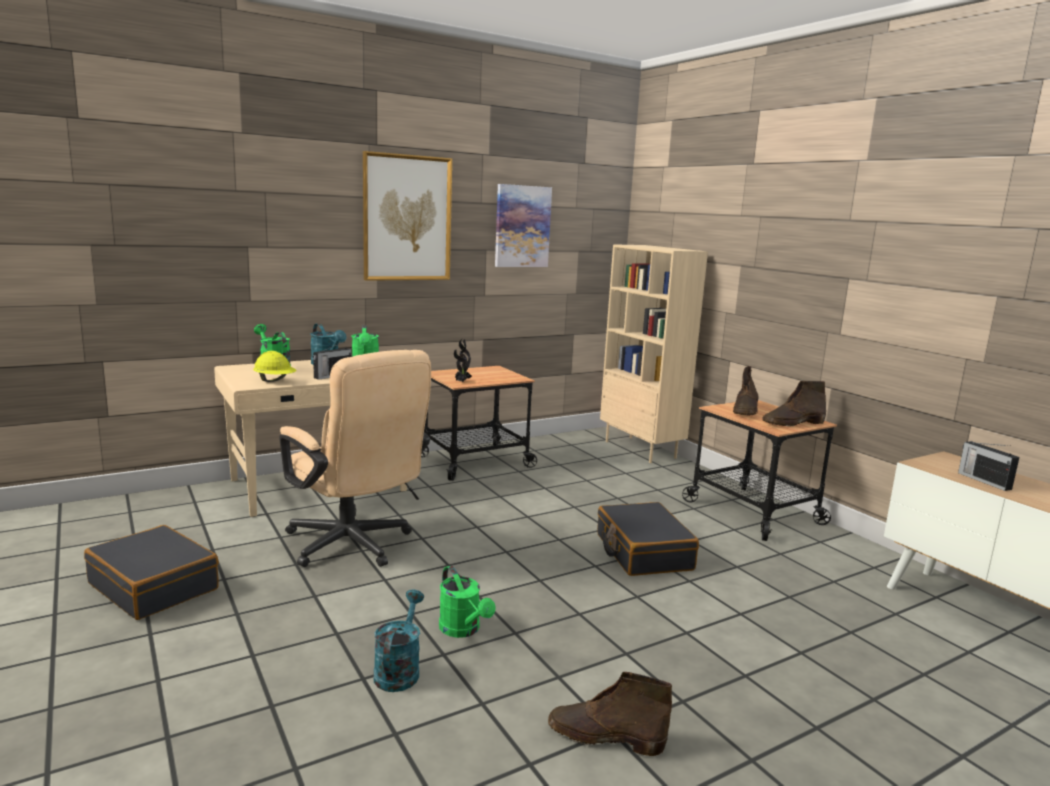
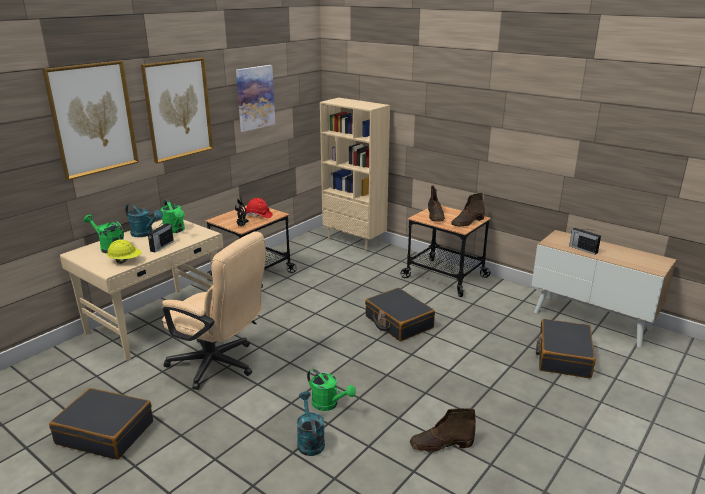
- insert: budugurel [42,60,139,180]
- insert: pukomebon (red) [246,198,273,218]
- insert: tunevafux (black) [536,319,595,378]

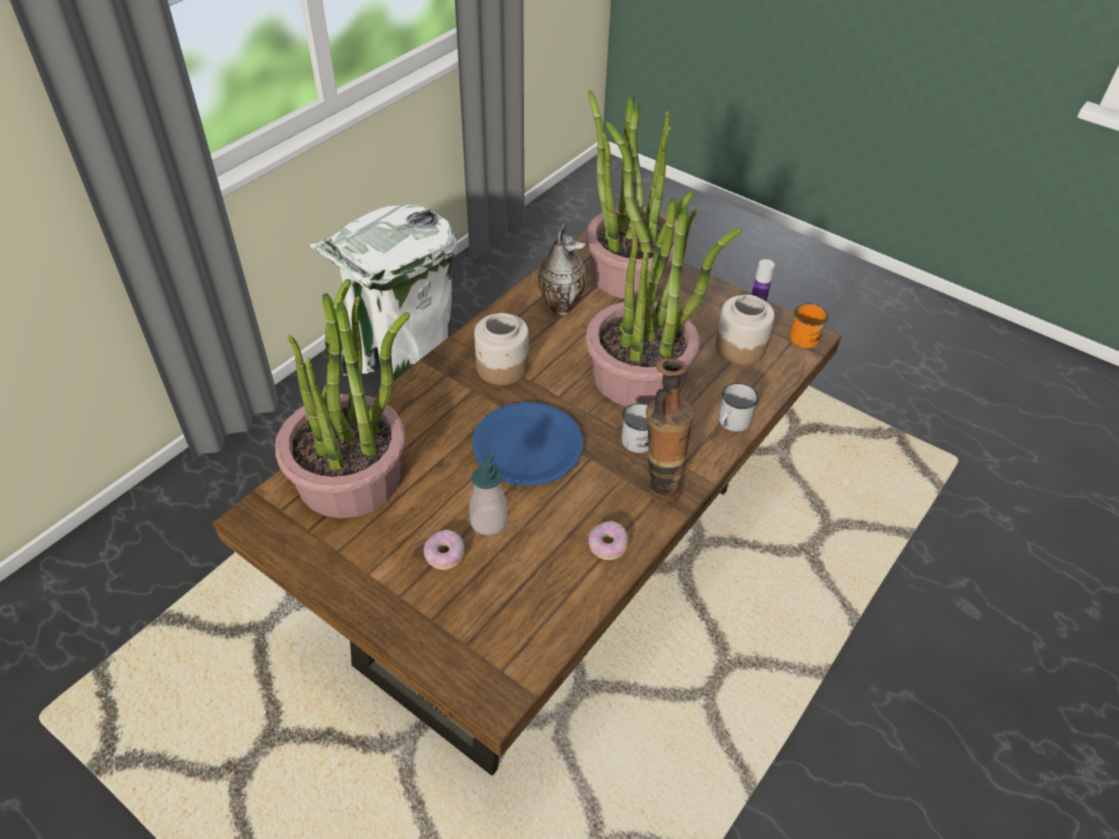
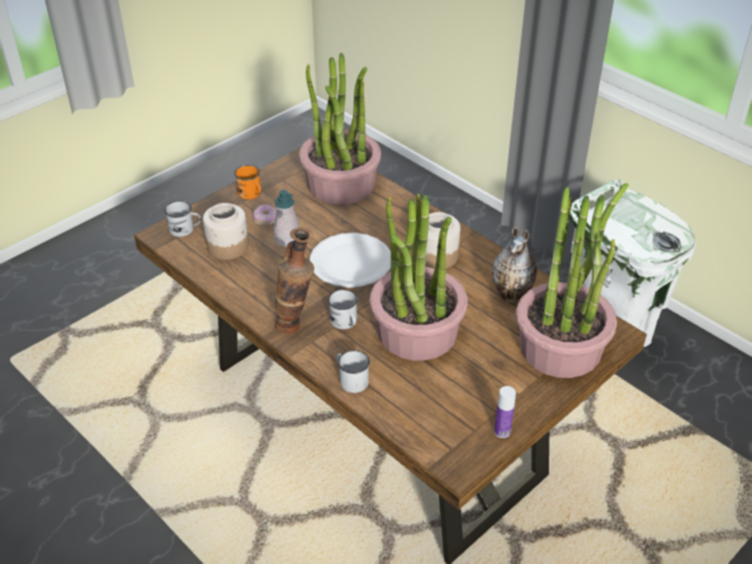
- recolor: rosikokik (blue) [472,402,583,486] to rosikokik (white) [310,233,391,288]
- delete: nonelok [588,521,628,560]
- move: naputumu [715,295,775,365] to [203,203,249,260]
- move: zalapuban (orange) [790,303,828,348] to [234,165,261,199]
- insert: zalapuban (white) [164,201,201,237]

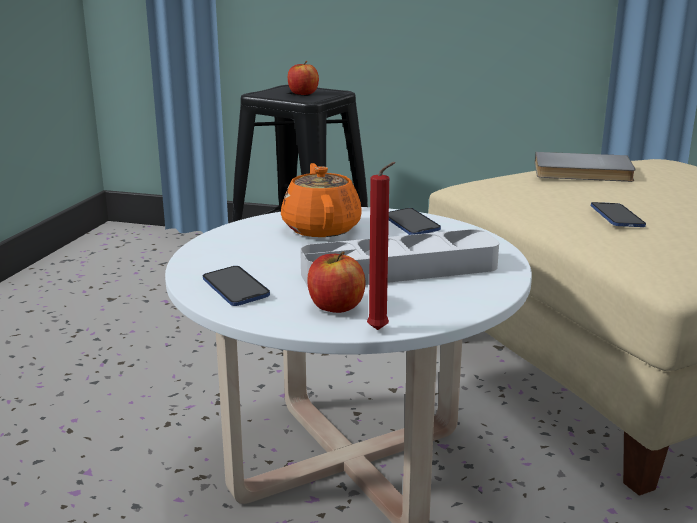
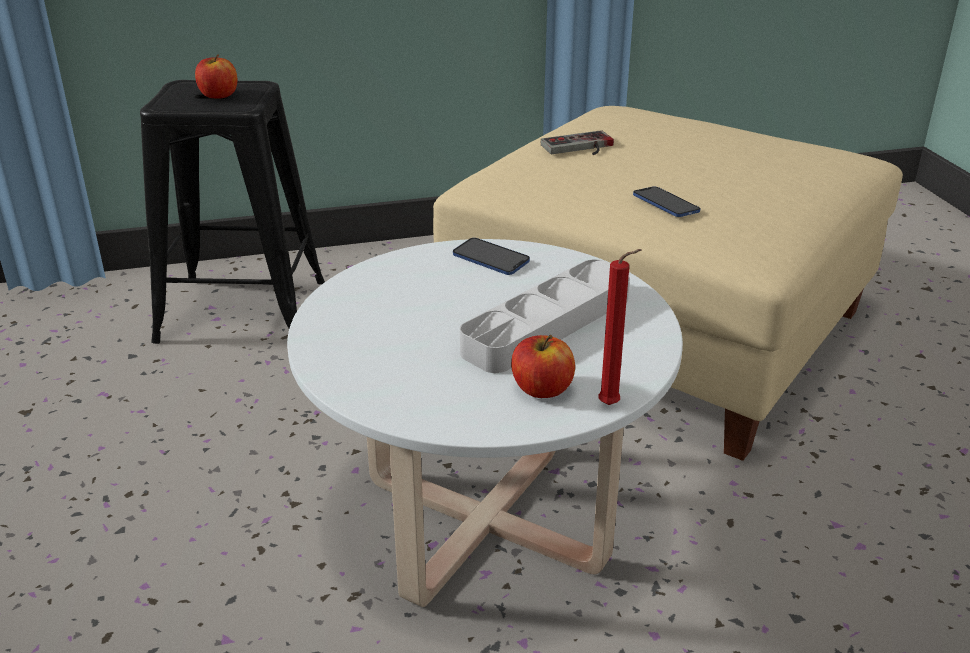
- delete: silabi [203,266,270,306]
- delete: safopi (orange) [281,163,362,237]
- replace: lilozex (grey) [535,152,636,182] to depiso [541,130,614,155]

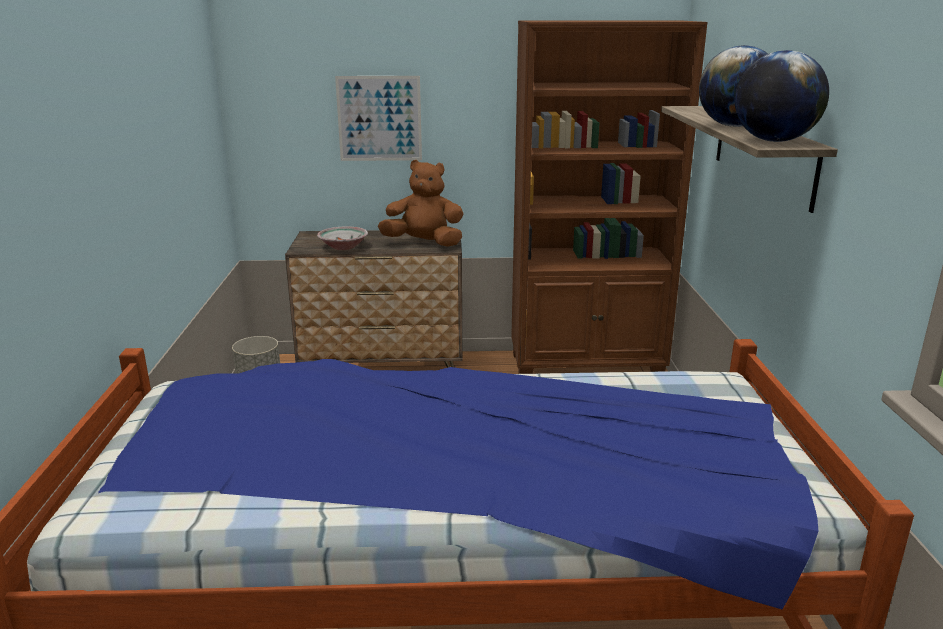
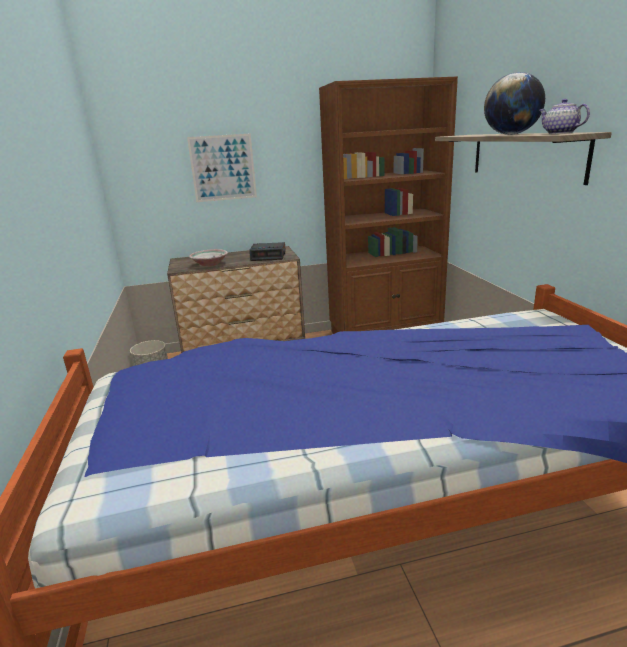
- replace: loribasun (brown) [378,160,464,247] to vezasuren [249,242,286,261]
- replace: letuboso [735,50,829,142] to safopi [539,99,590,134]

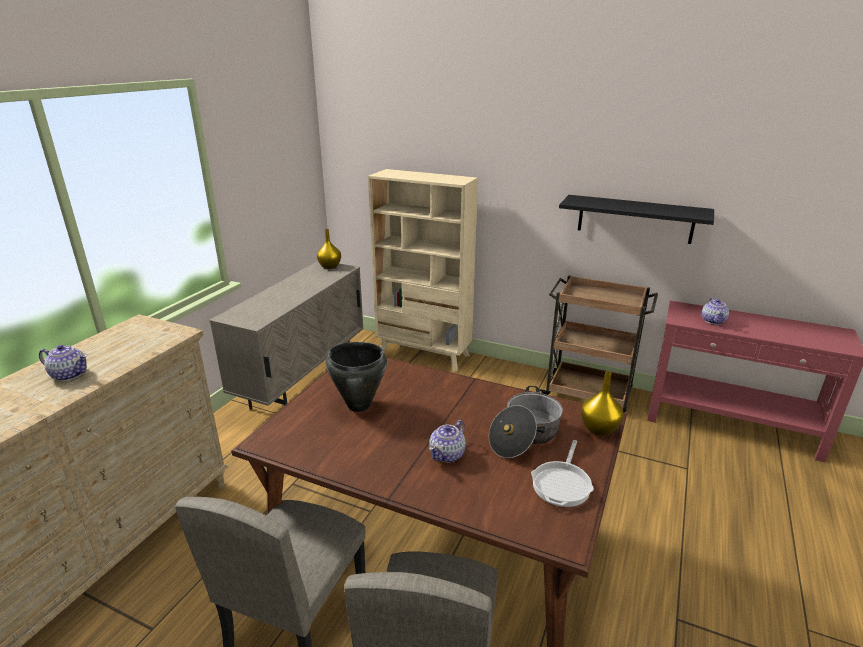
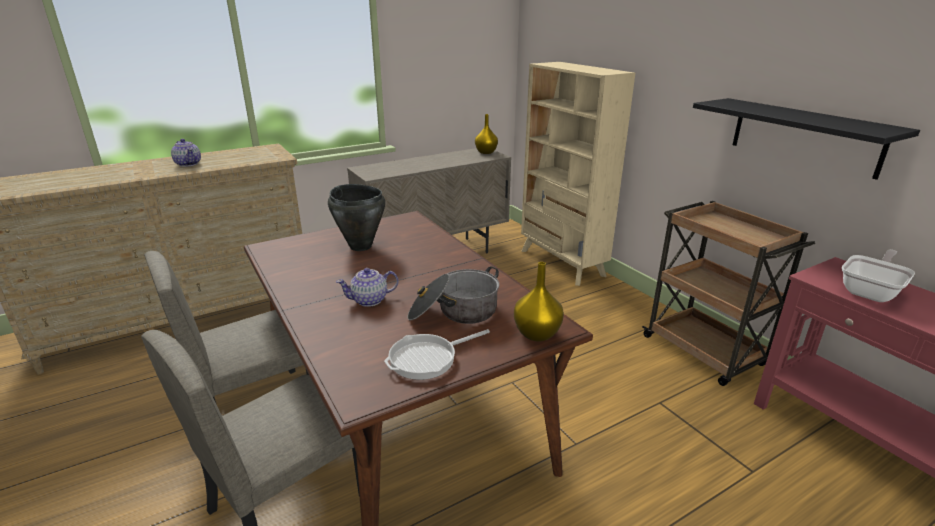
- replace: safopi [702,298,729,325] to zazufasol [842,249,915,302]

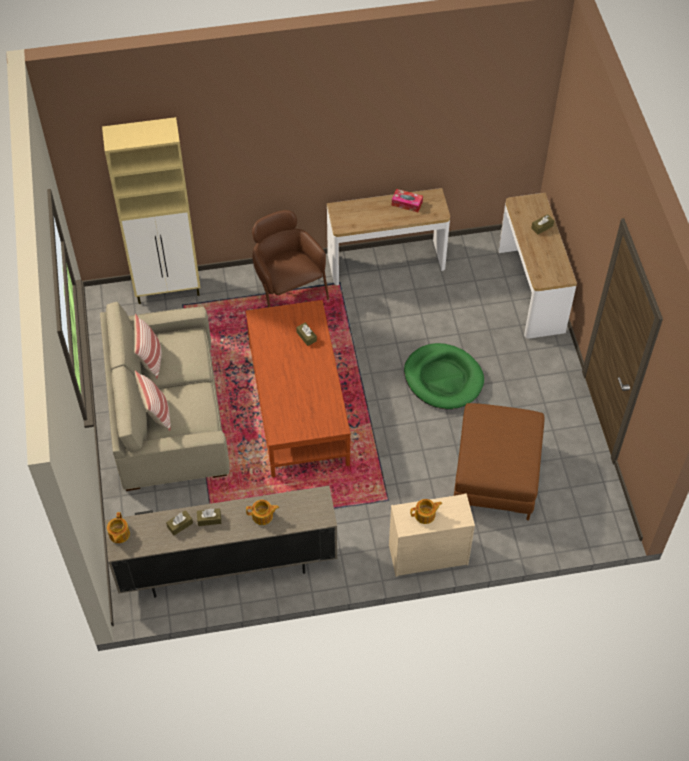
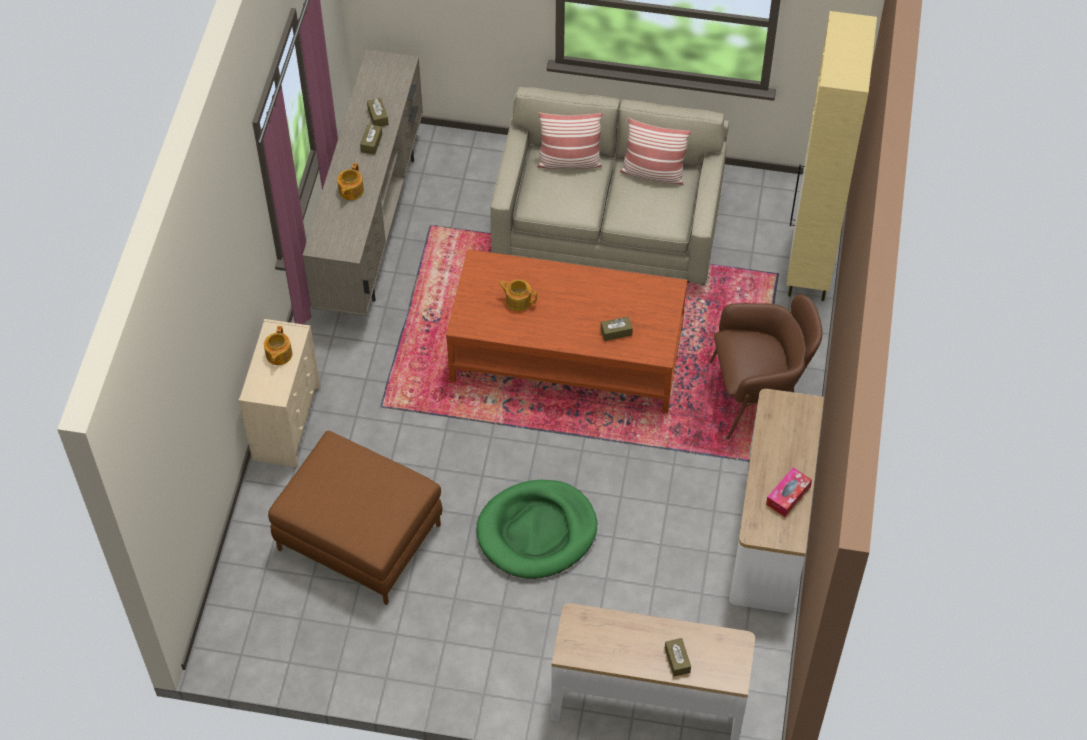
- move: safopi [107,512,130,543] to [498,280,537,311]

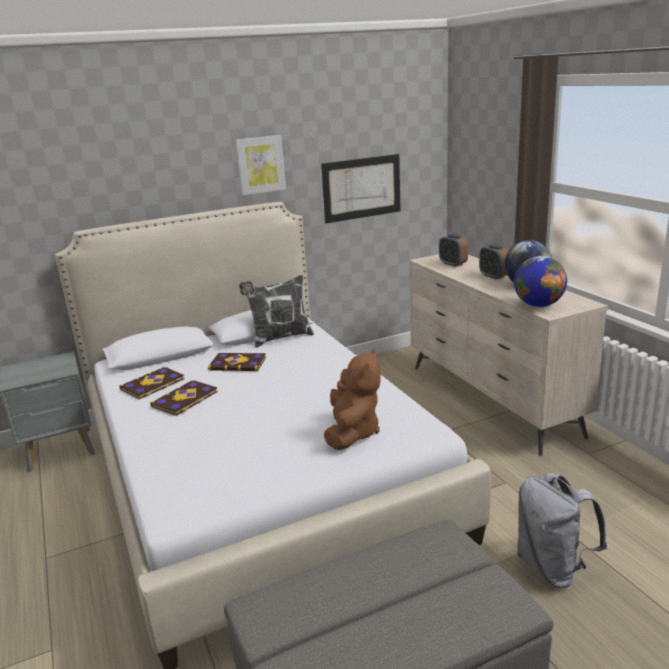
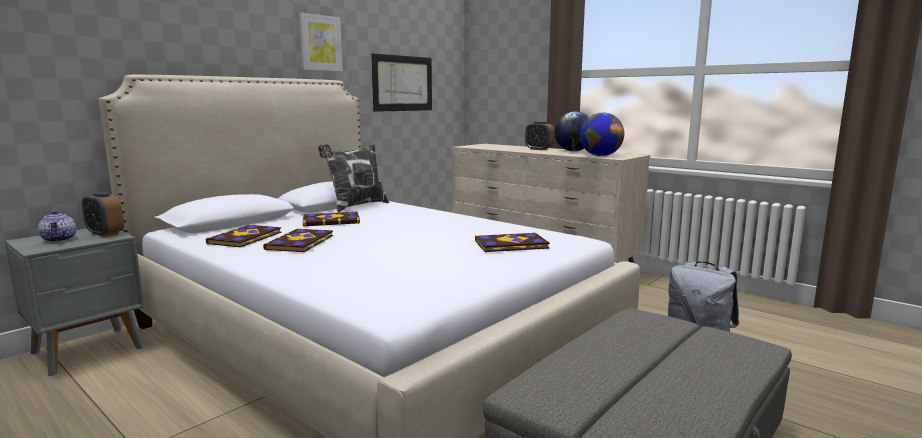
- replace: loribasun (brown) [324,349,381,450] to lilozex [475,232,550,252]
- move: vezasuren [439,234,468,267] to [82,192,124,237]
- insert: safopi [38,210,76,242]

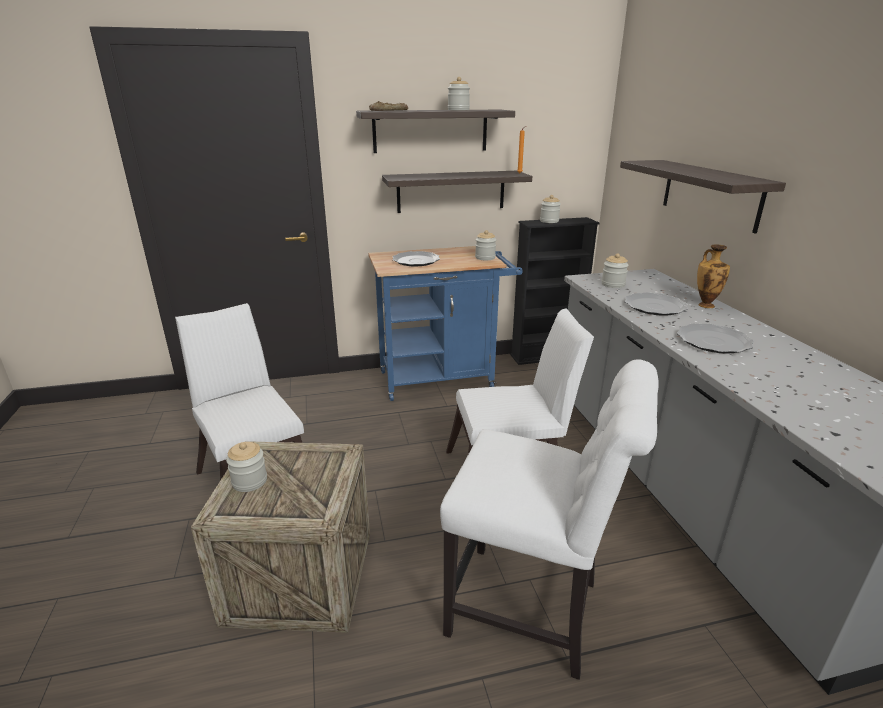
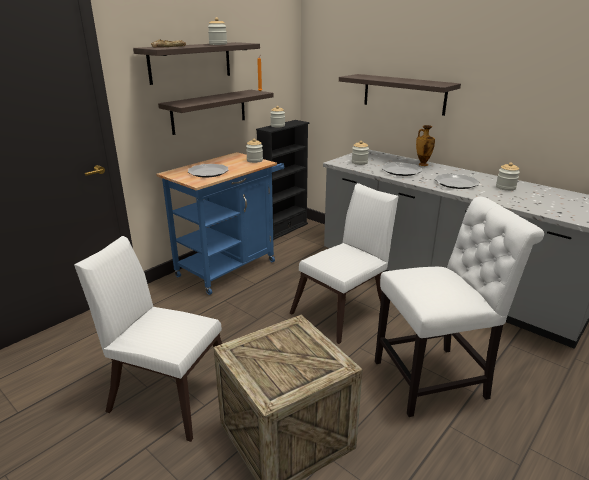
- move: naputumu [226,442,267,492] to [496,162,520,191]

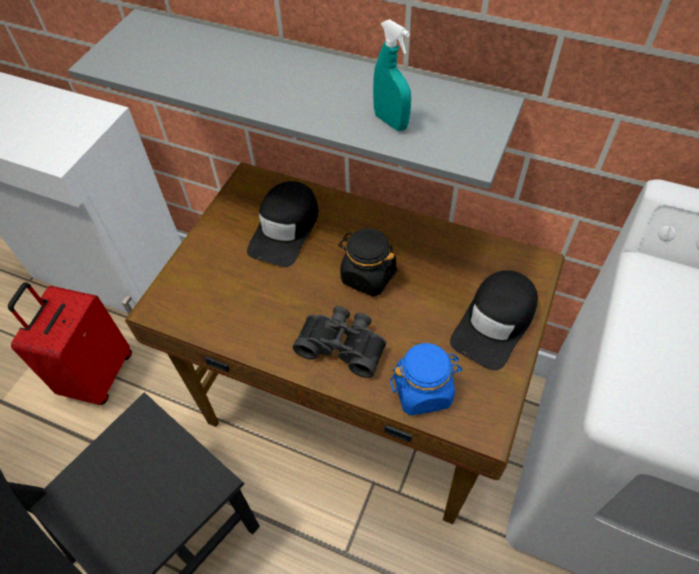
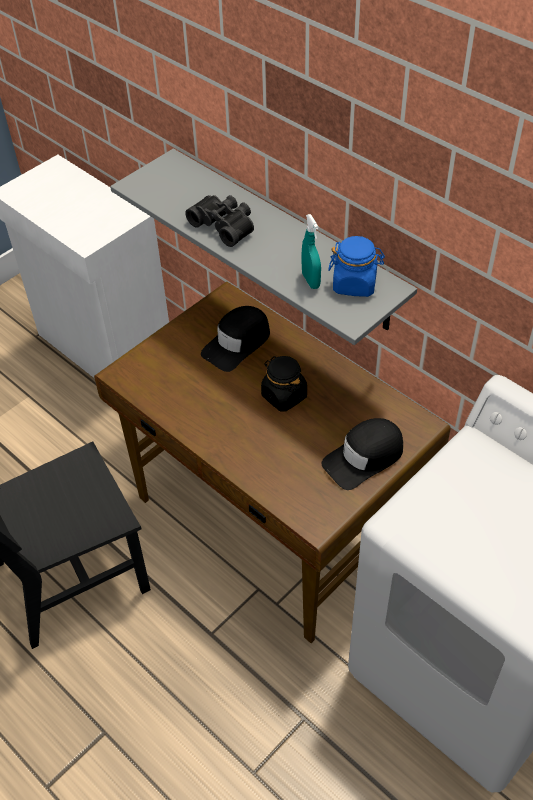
- delete: tunevafux (red) [8,282,132,405]
- move: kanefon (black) [293,306,386,378] to [185,195,254,247]
- move: naputumu (blue) [390,343,462,416] to [328,236,385,297]

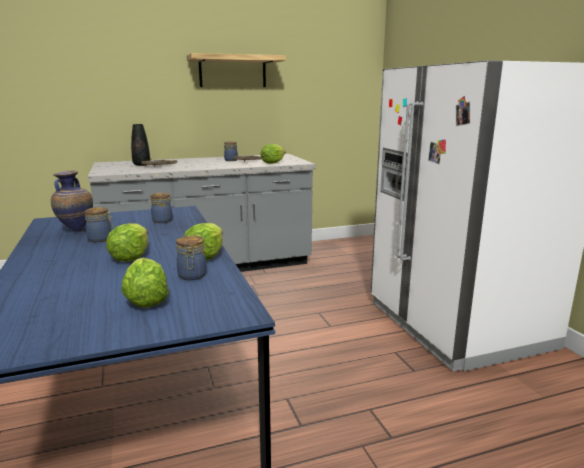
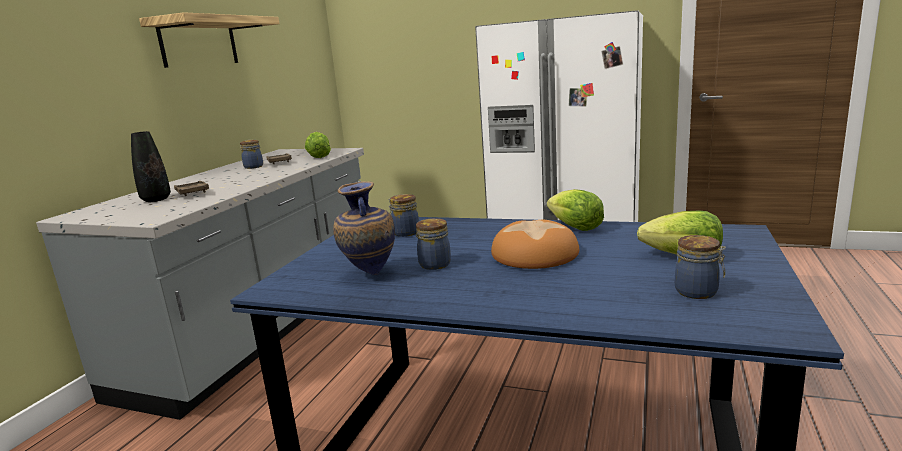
- replace: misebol [106,223,148,262] to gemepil [491,220,579,269]
- move: naputumu [176,236,207,280] to [675,235,726,299]

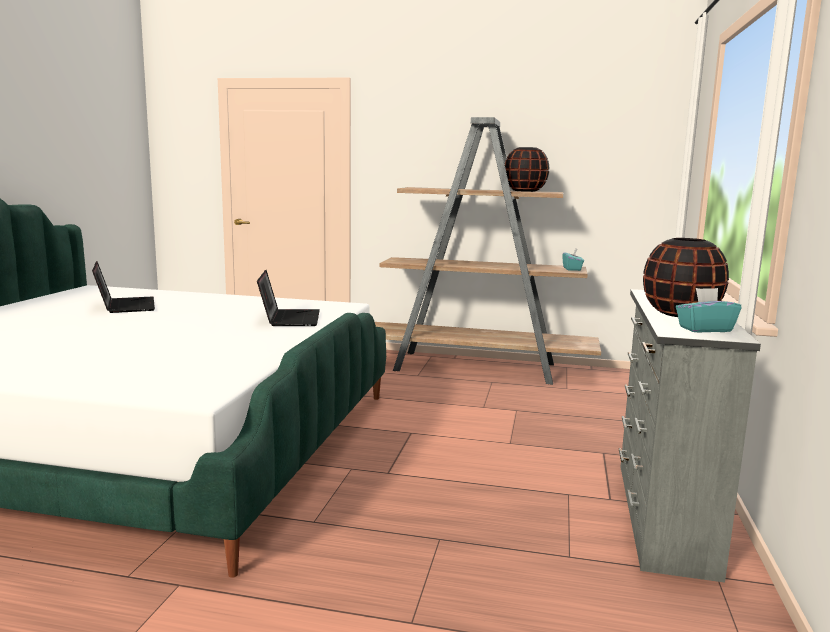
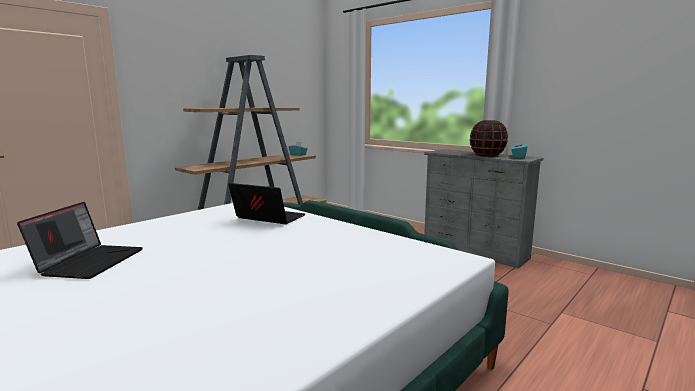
- rotate: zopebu [92,261,155,313] = [17,202,143,279] 90 degrees clockwise
- delete: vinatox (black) [505,147,550,192]

